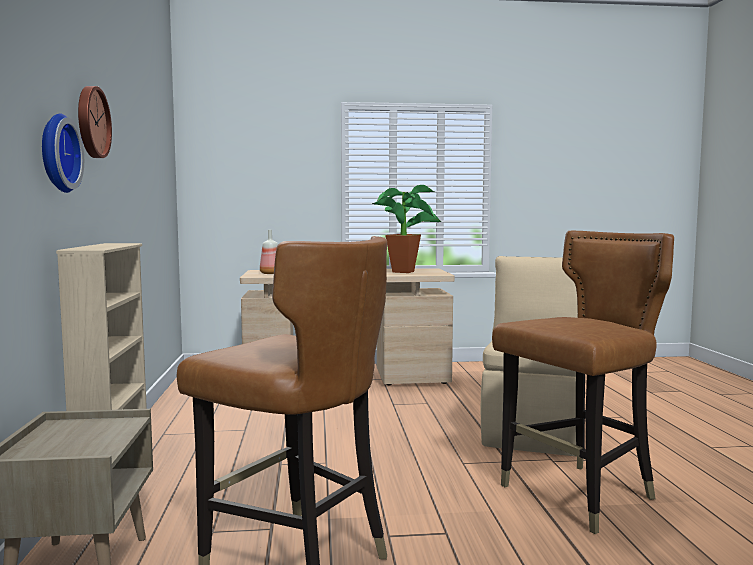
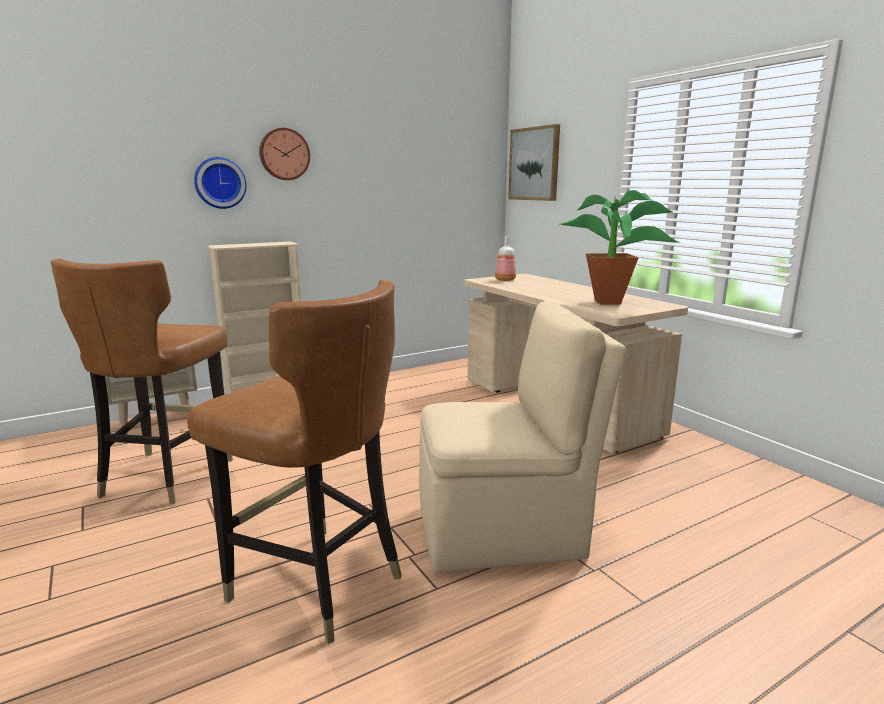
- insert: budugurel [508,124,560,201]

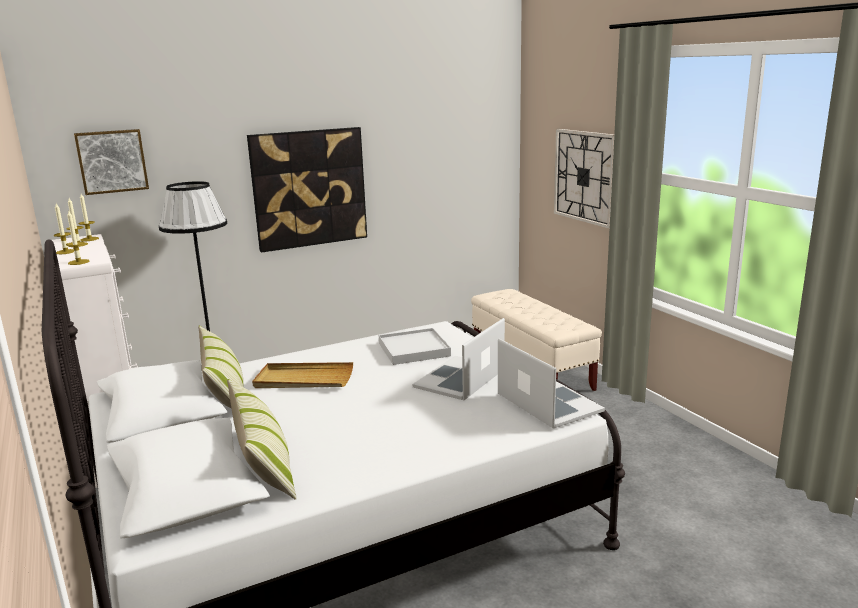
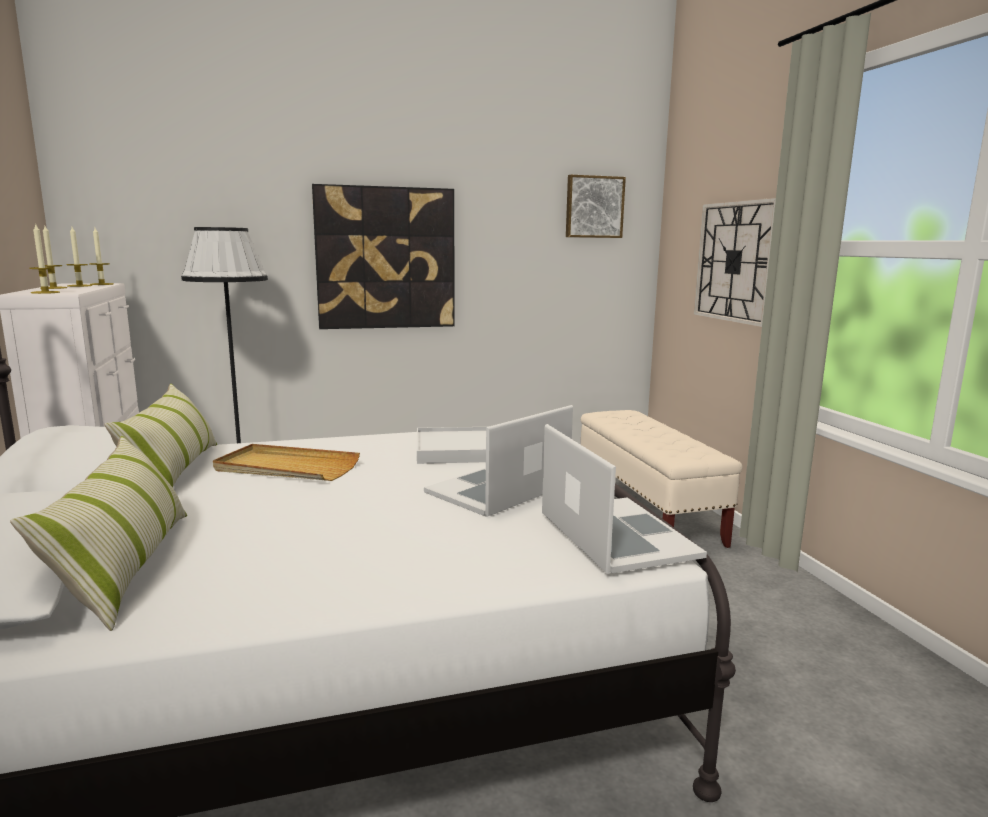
- move: budugurel [74,129,149,195] to [566,175,626,238]

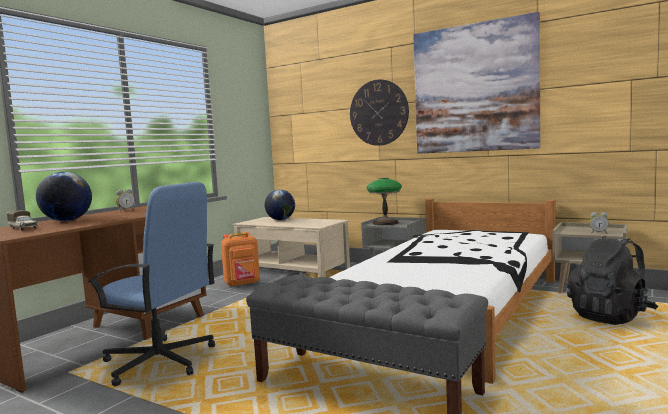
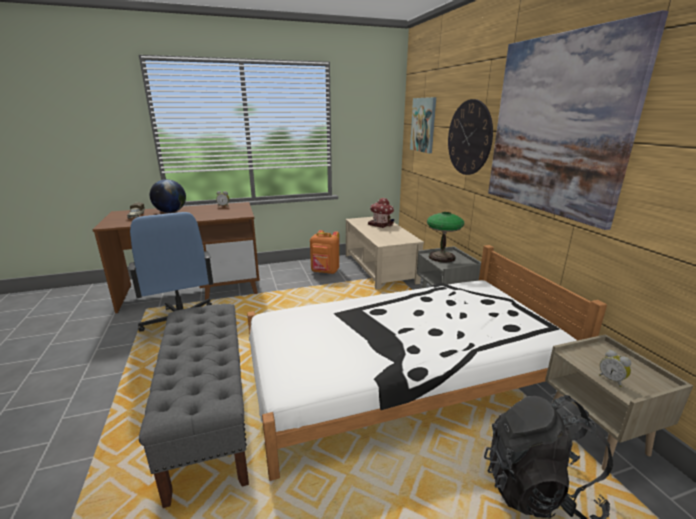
- replace: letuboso [265,190,295,220] to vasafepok [368,198,394,228]
- insert: budugurel [410,97,436,153]

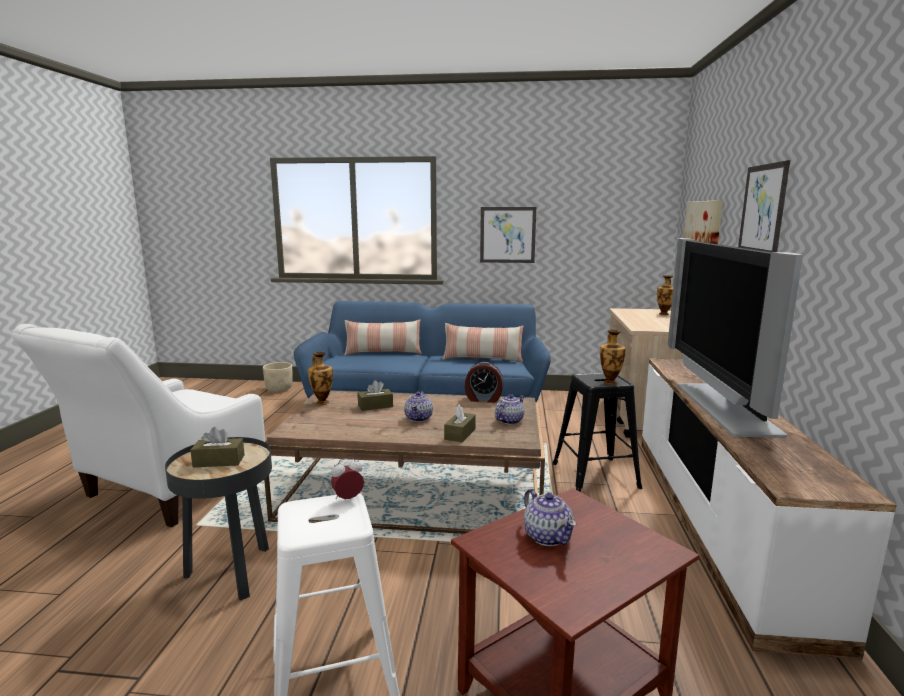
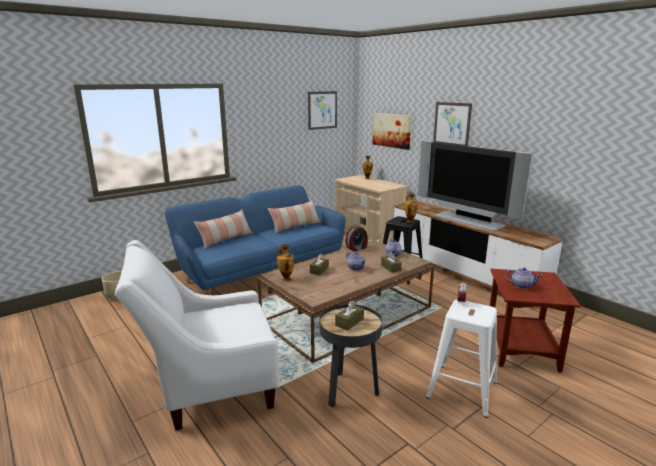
- rotate: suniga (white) [11,324,265,528] = [115,240,280,431] 90 degrees clockwise
- move: budugurel [480,207,536,263] to [308,91,337,130]

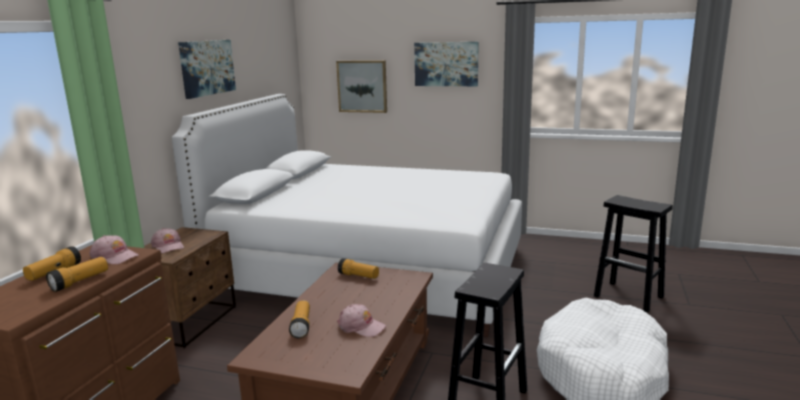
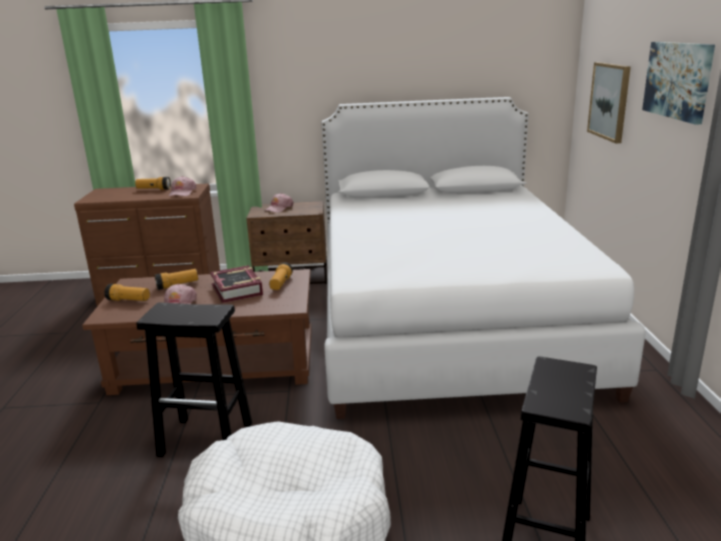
- move: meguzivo [46,257,108,292] to [104,284,150,301]
- delete: budugurel [178,40,236,99]
- insert: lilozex [210,265,263,303]

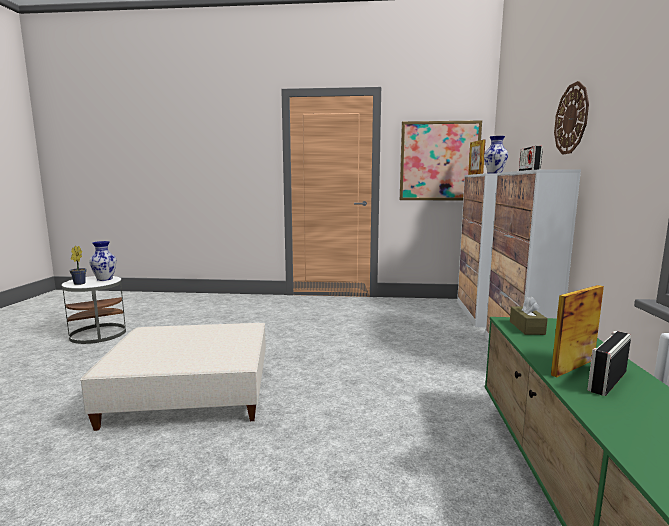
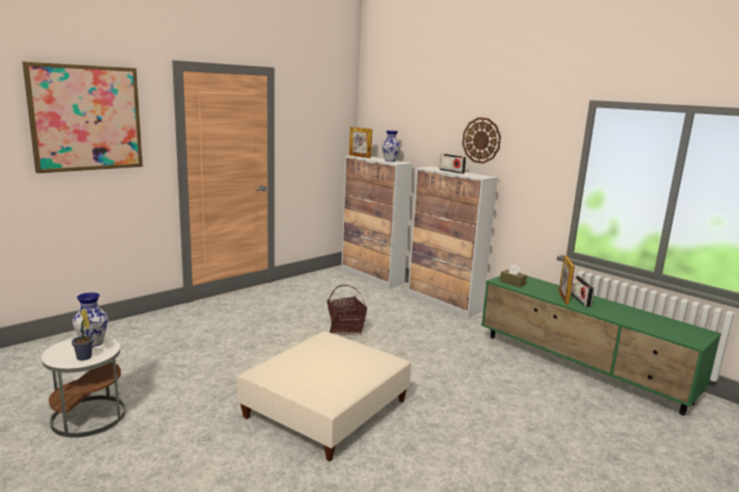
- move: budugurel [400,120,482,200] to [22,62,143,173]
- insert: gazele [327,285,367,335]

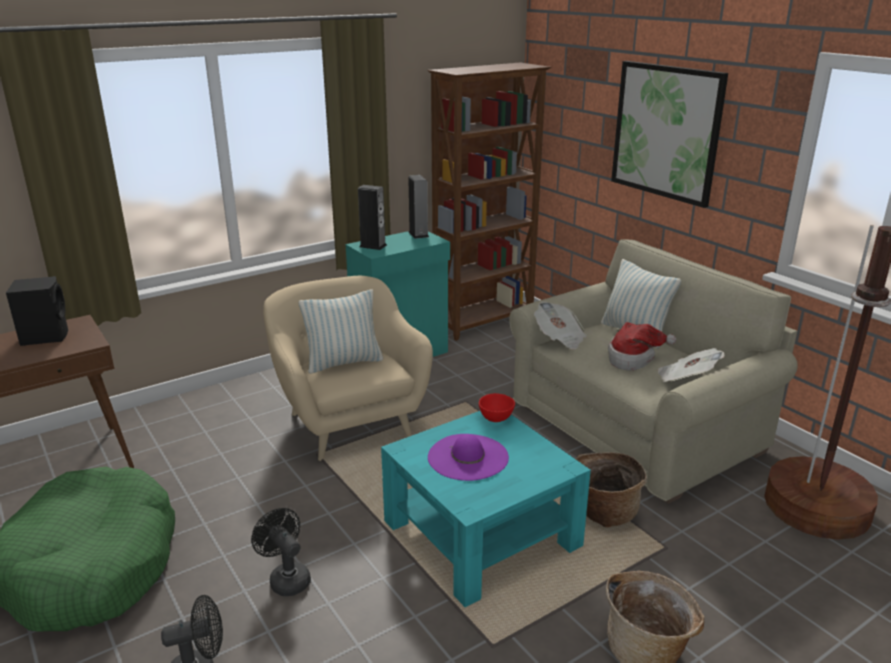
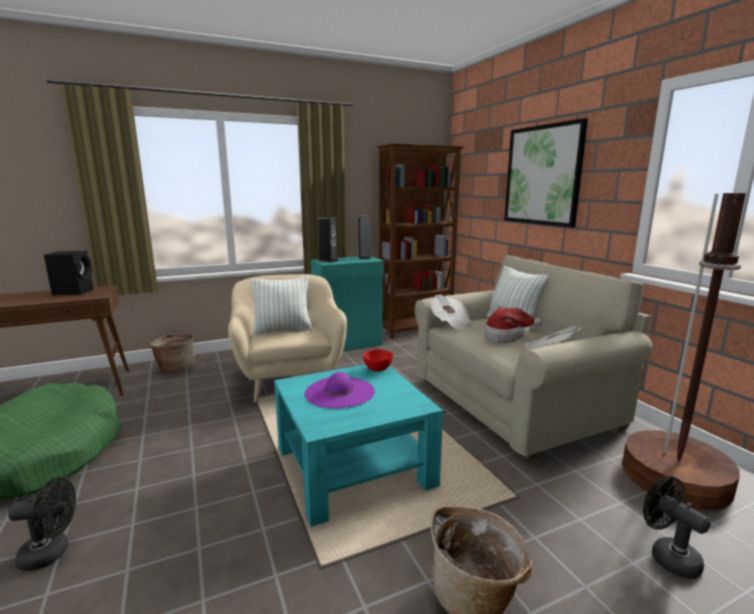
- move: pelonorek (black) [251,508,311,596] to [643,476,711,579]
- move: gazele [575,452,647,527] to [150,334,195,373]

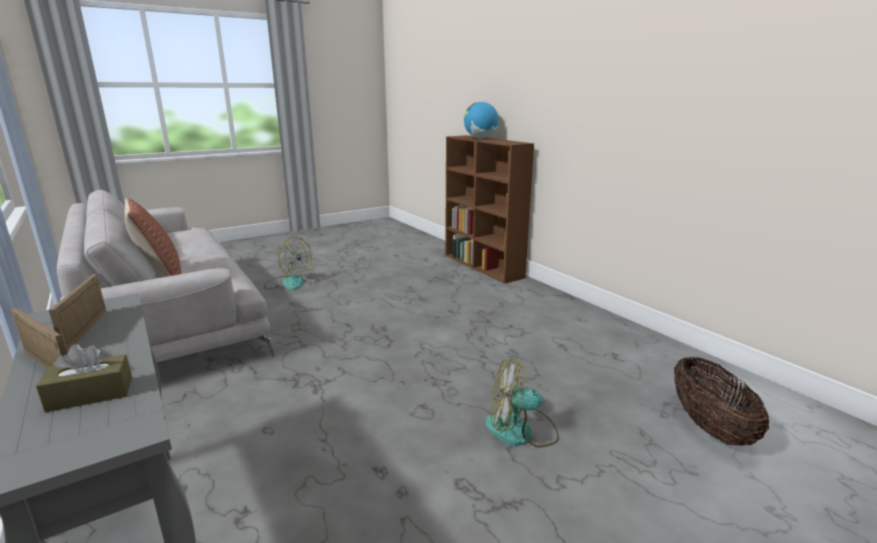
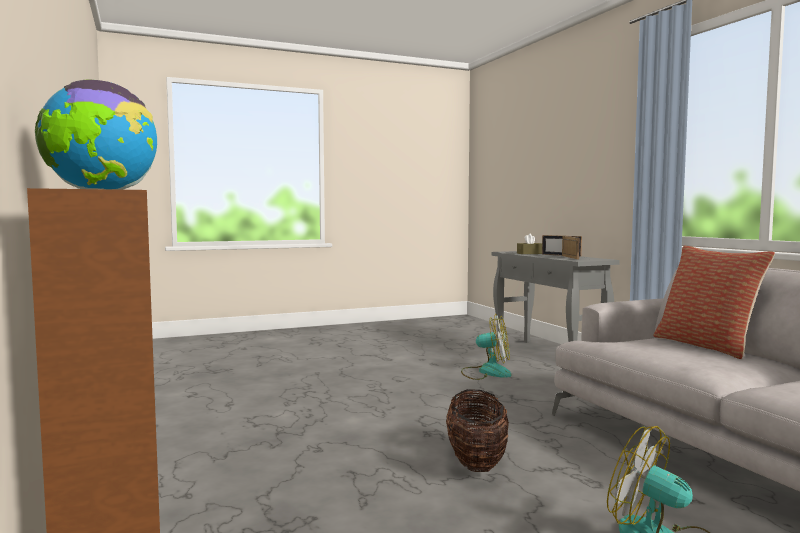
- move: pelonorek [485,357,559,448] to [461,314,512,380]
- move: gazele [674,357,769,446] to [446,389,509,472]

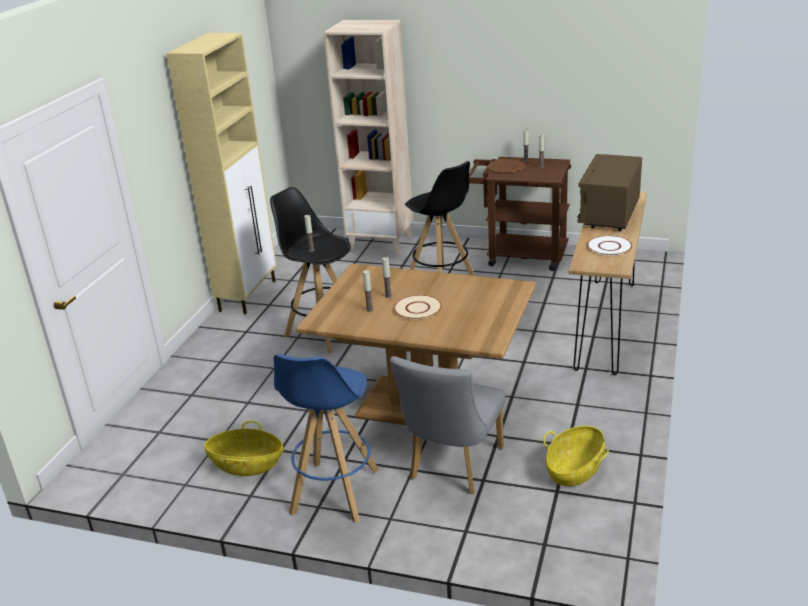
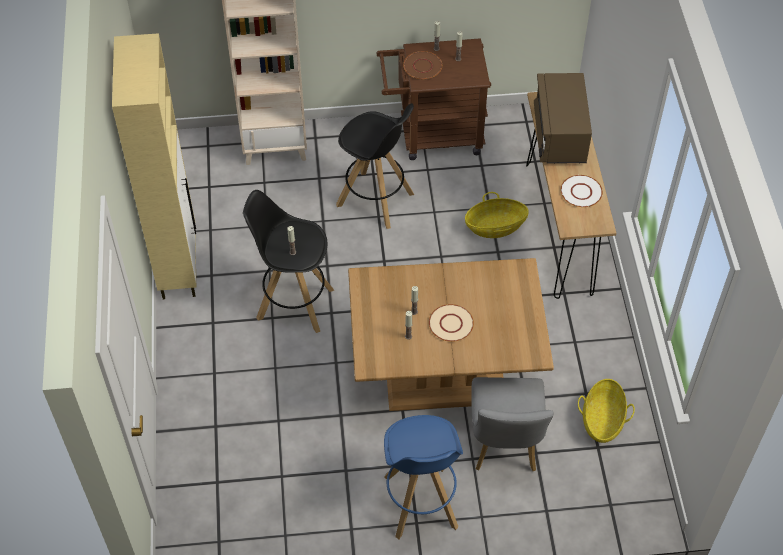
- move: gazele [204,421,284,476] to [465,192,528,238]

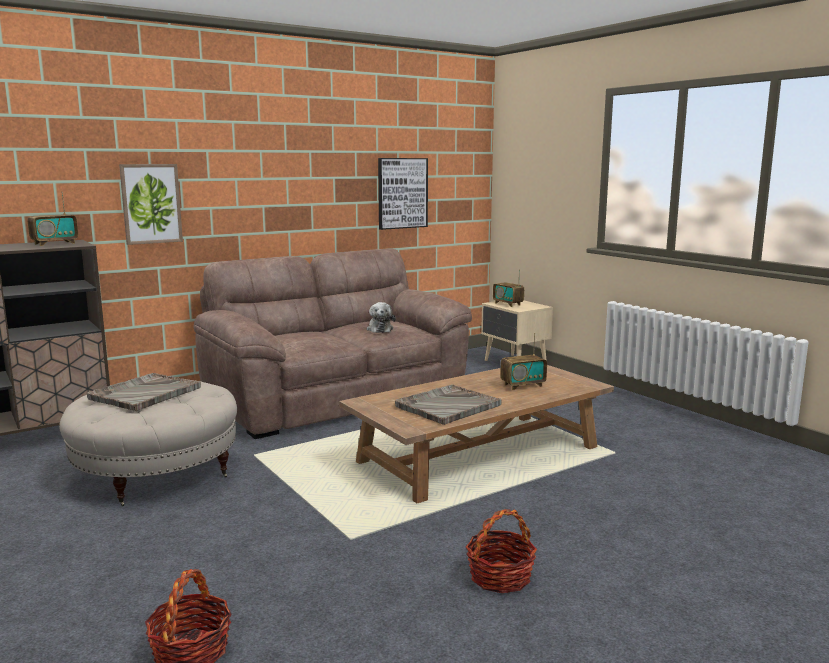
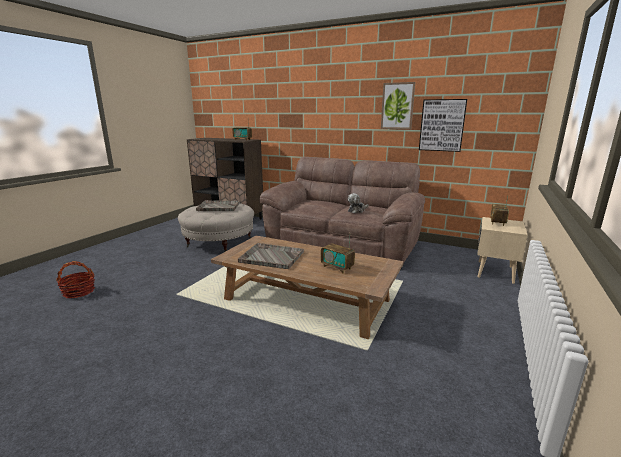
- move: budugurel [119,164,183,245] to [381,82,415,129]
- delete: gazele [466,509,537,593]

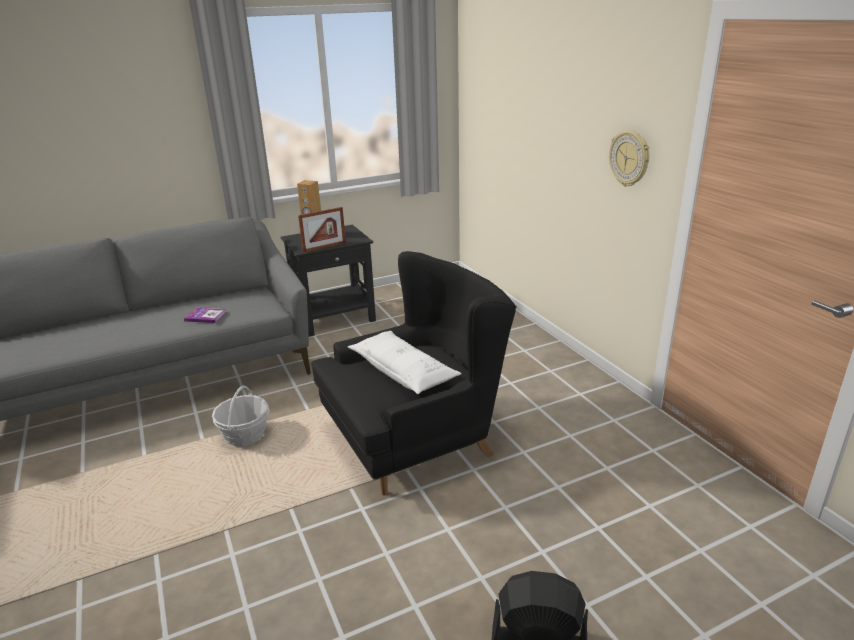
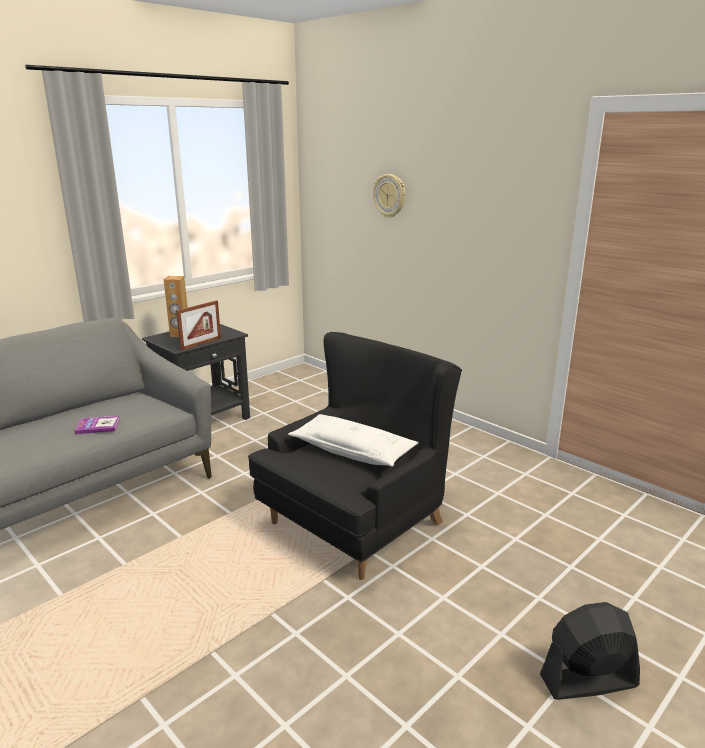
- delete: gazele [212,385,269,446]
- move: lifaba [609,130,649,186] to [373,174,405,218]

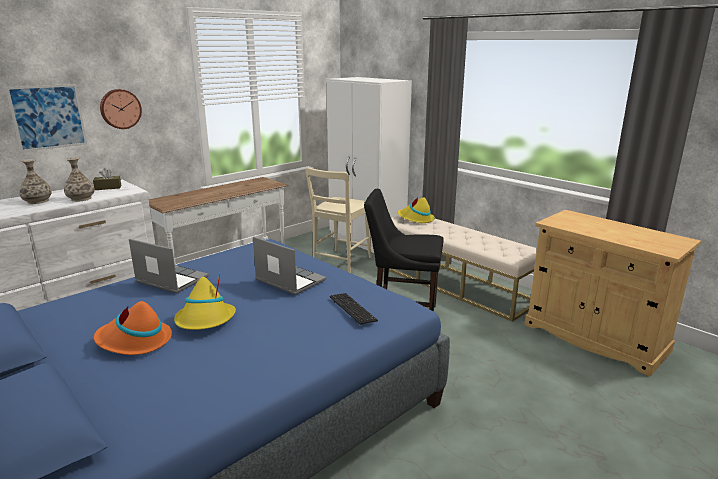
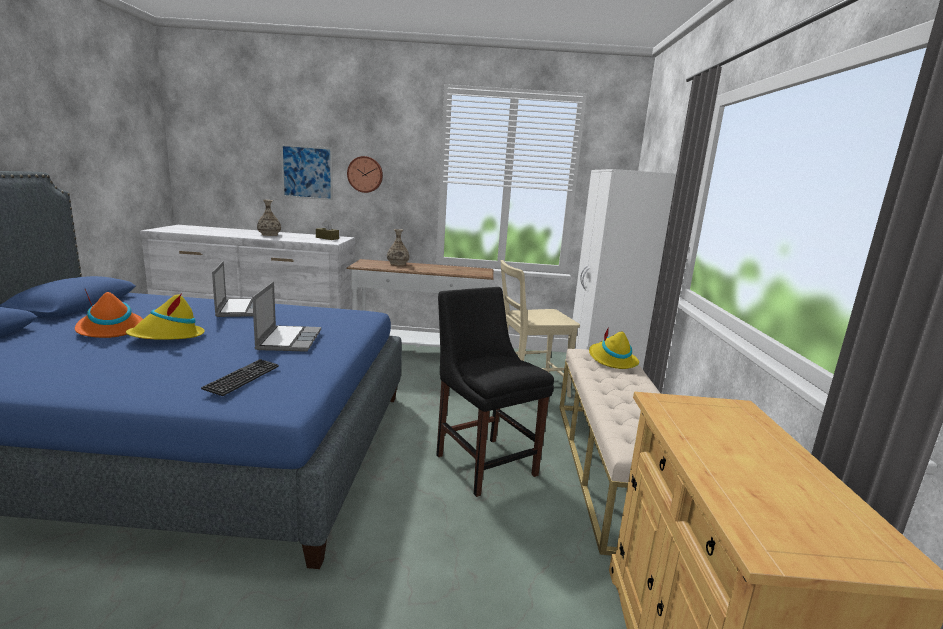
- move: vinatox [64,157,95,202] to [387,229,409,265]

